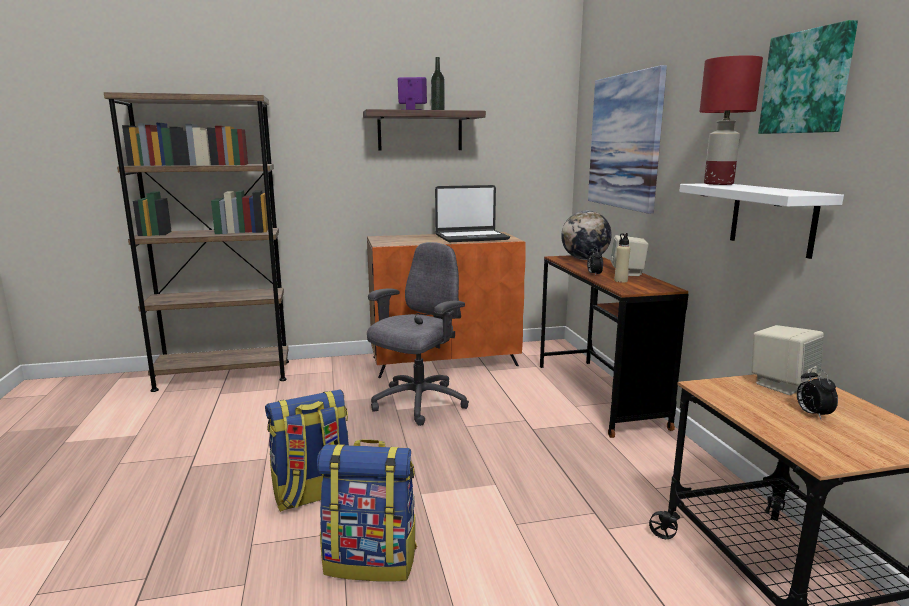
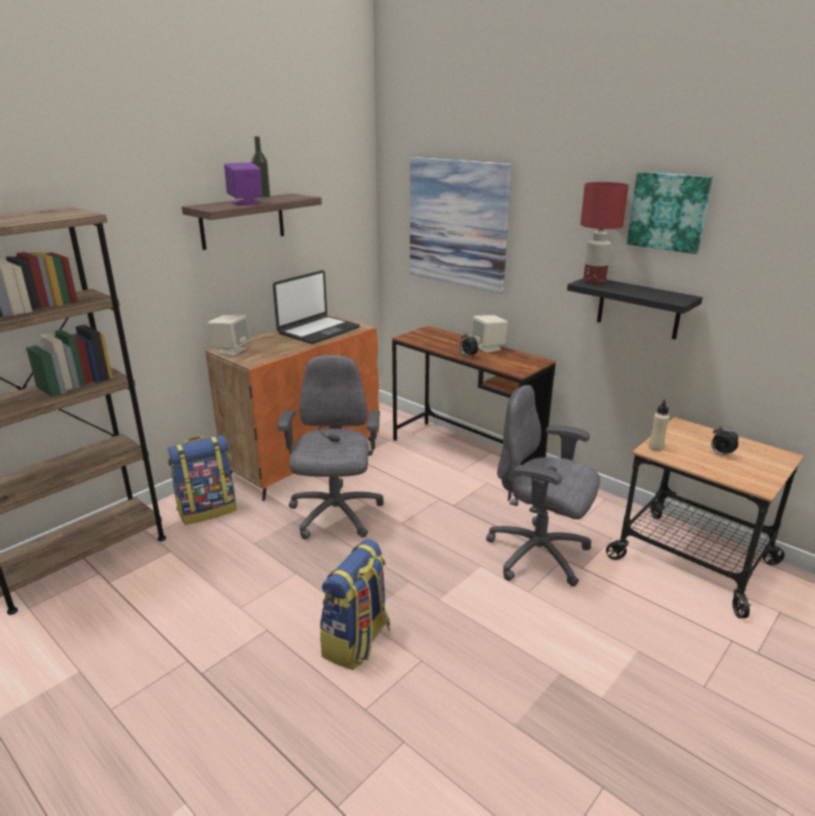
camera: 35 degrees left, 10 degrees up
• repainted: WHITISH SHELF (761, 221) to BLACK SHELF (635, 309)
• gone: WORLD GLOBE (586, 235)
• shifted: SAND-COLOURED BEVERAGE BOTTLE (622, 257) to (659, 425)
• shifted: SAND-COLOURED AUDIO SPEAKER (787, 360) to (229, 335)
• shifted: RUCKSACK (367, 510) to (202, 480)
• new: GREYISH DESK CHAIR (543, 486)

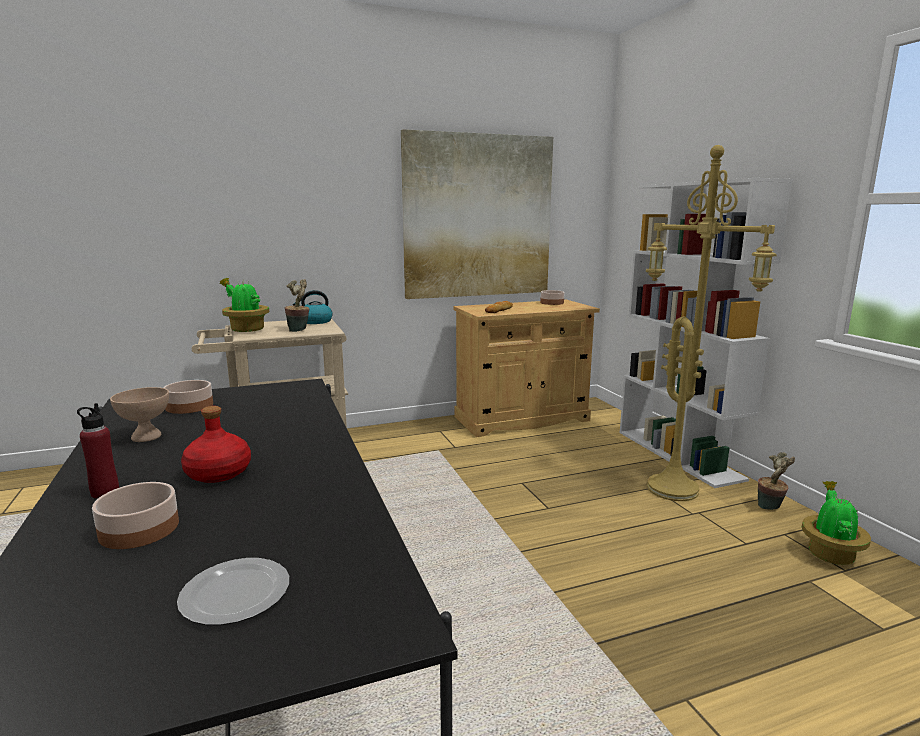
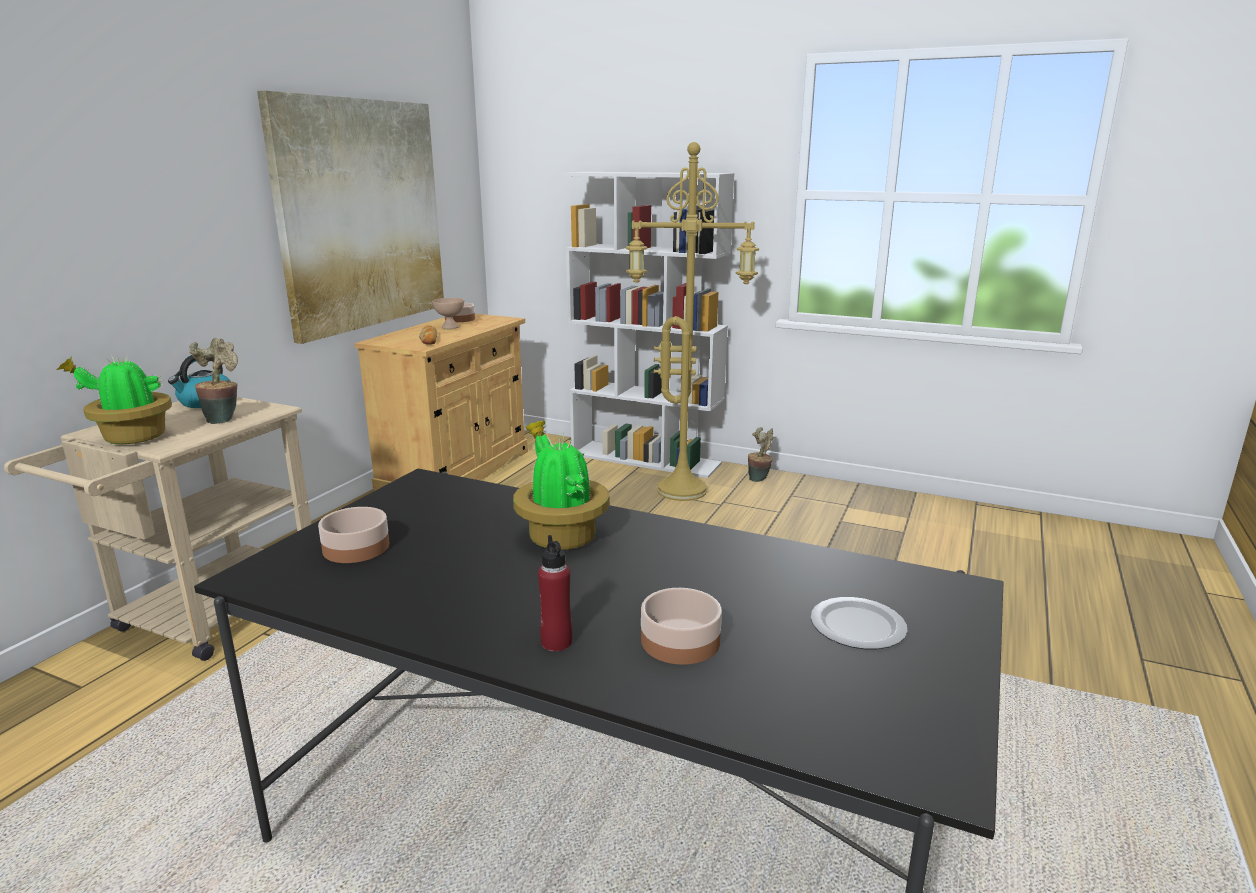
camera: 45 degrees left, 5 degrees up
• shifted: SAND-COLOURED BOWL (139, 414) to (448, 313)
• gone: RED BEVERAGE BOTTLE (216, 444)
• shifted: HOUSEPLANT (836, 523) to (561, 485)

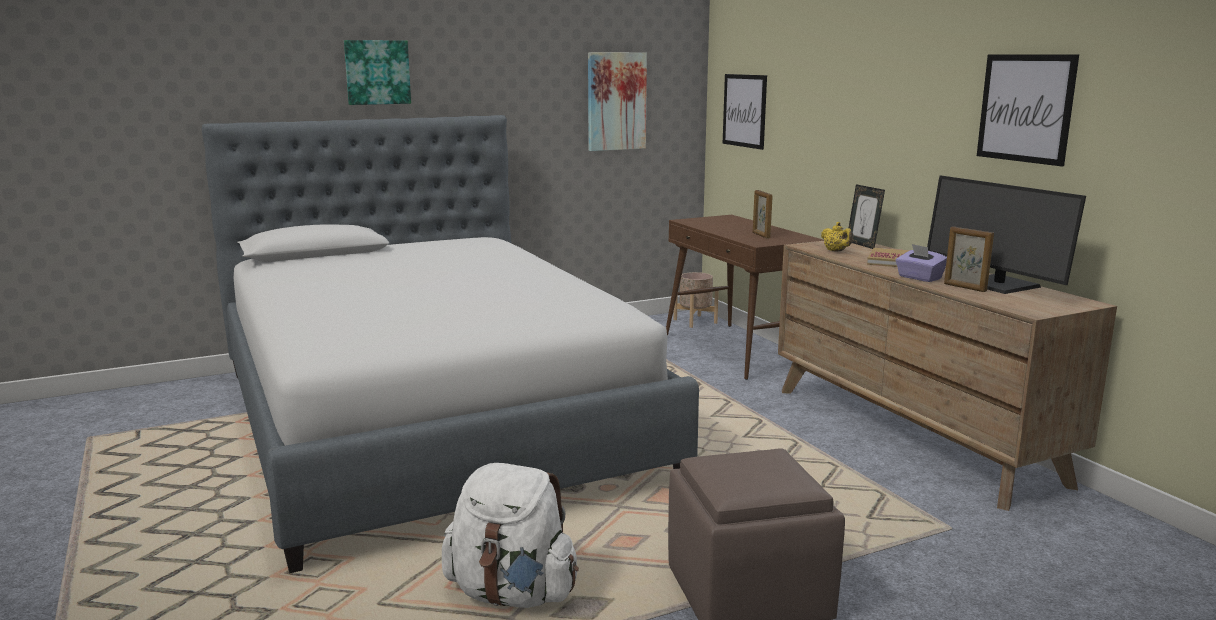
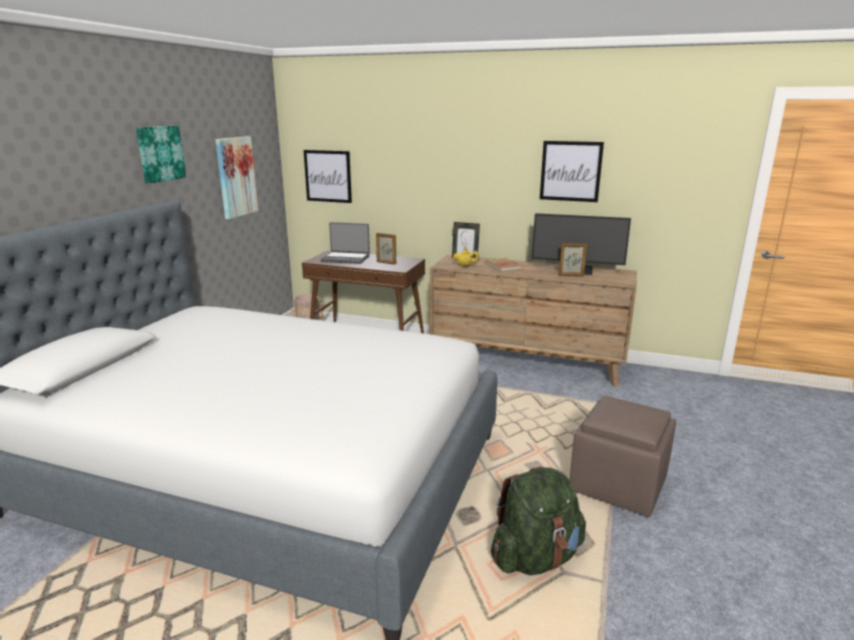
camera: 45 degrees left, 5 degrees up
• shifted: PICTURE (377, 72) to (161, 155)
• gone: PURPLE-COLOURED BOX OF TISSUES (921, 263)
• repainted: WHITISH RUCKSACK (510, 535) to GREEN-COLOURED RUCKSACK (538, 521)
• new: PORTABLE COMPUTER (345, 243)

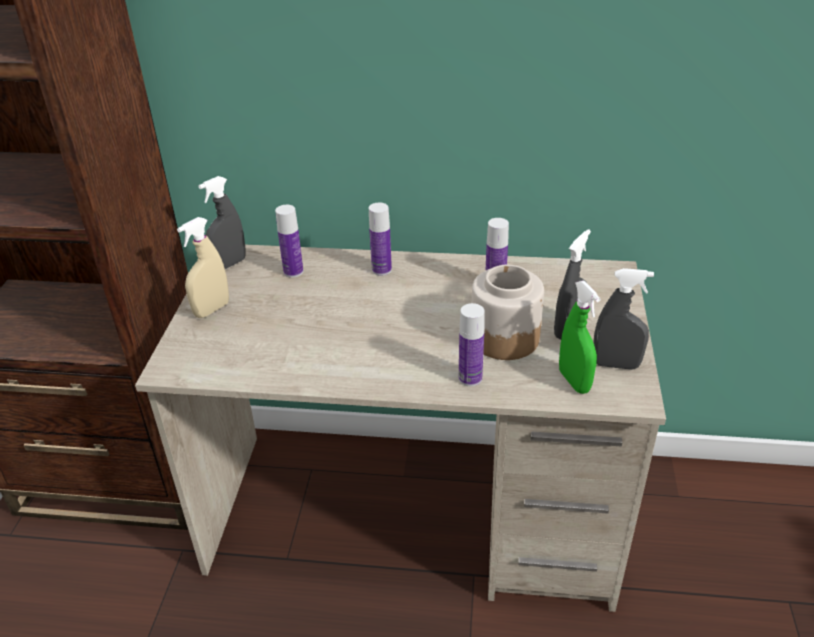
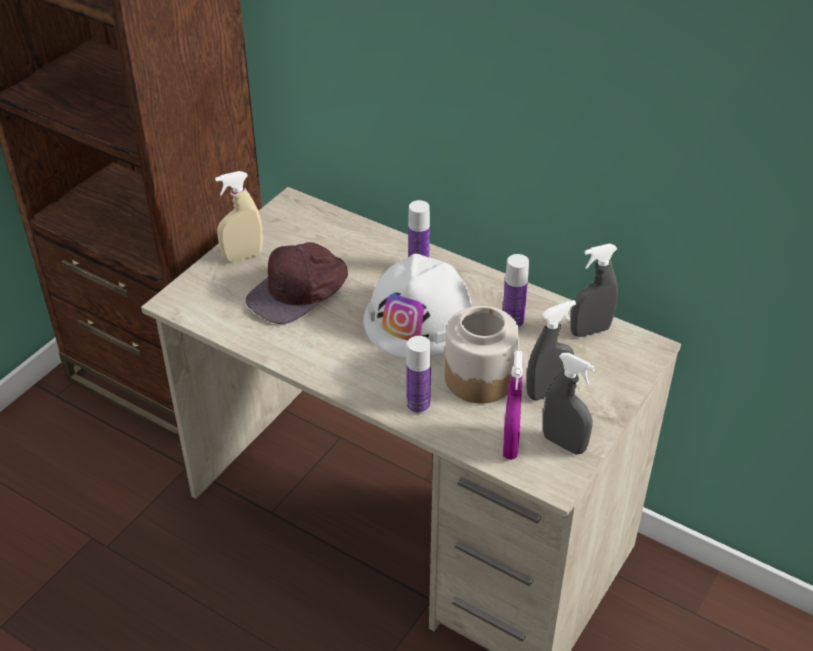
camera: 25 degrees right, 5 degrees up
• shifted: GREYISH SPRAYER (222, 222) to (594, 290)
• gone: BEVERAGE BOTTLE (289, 241)
• repainted: GREEN-COLOURED SPRAYER (580, 337) to PURPLE-COLOURED SPRAYER (513, 405)
• new: BROWN-COLOURED CAP (297, 283)
• new: WHITISH SAFETY HELMET (418, 306)

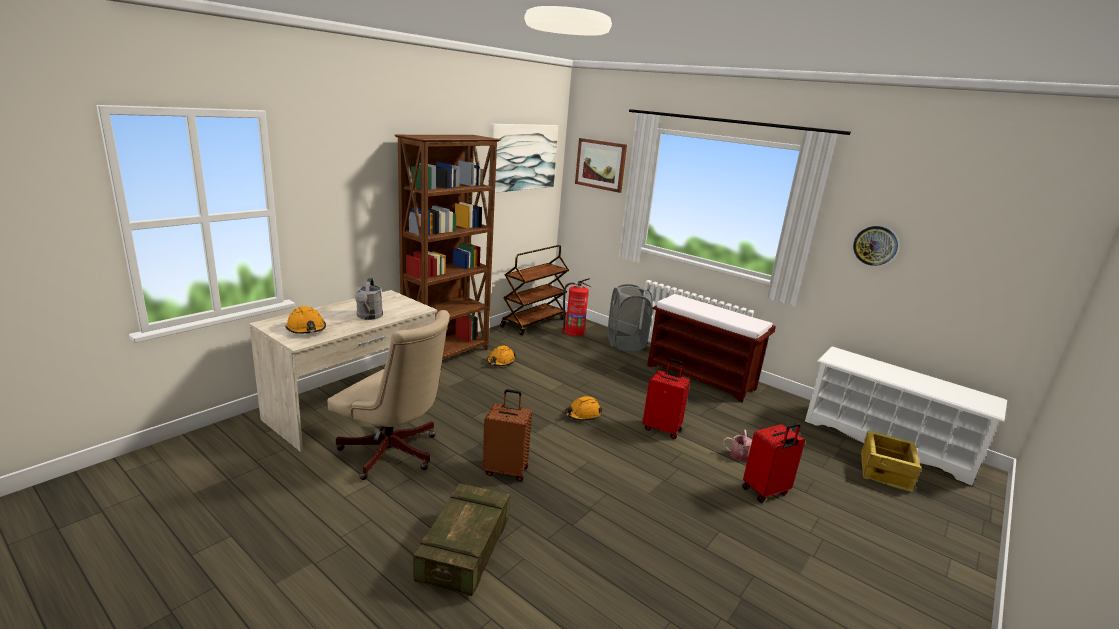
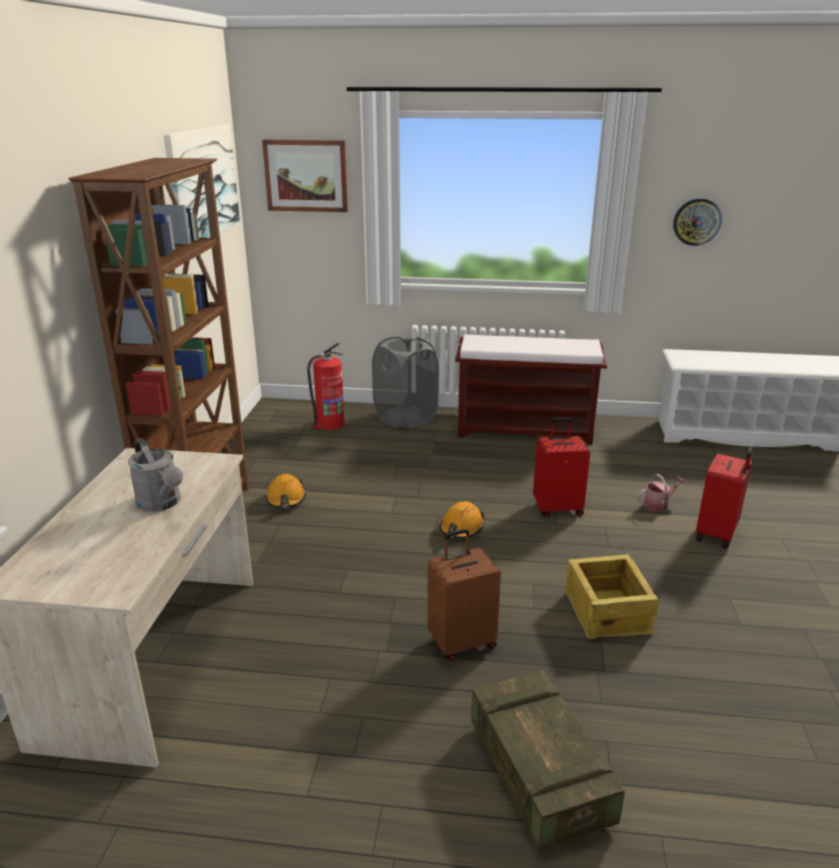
camera: 30 degrees left, 5 degrees up
• gone: BROWN-COLOURED CART (534, 290)
• gone: ORANGEY SAFETY HELMET (305, 320)
• gone: SAND-COLOURED DESK CHAIR (388, 395)
• shifted: PACKING CRATE (891, 461) to (612, 596)

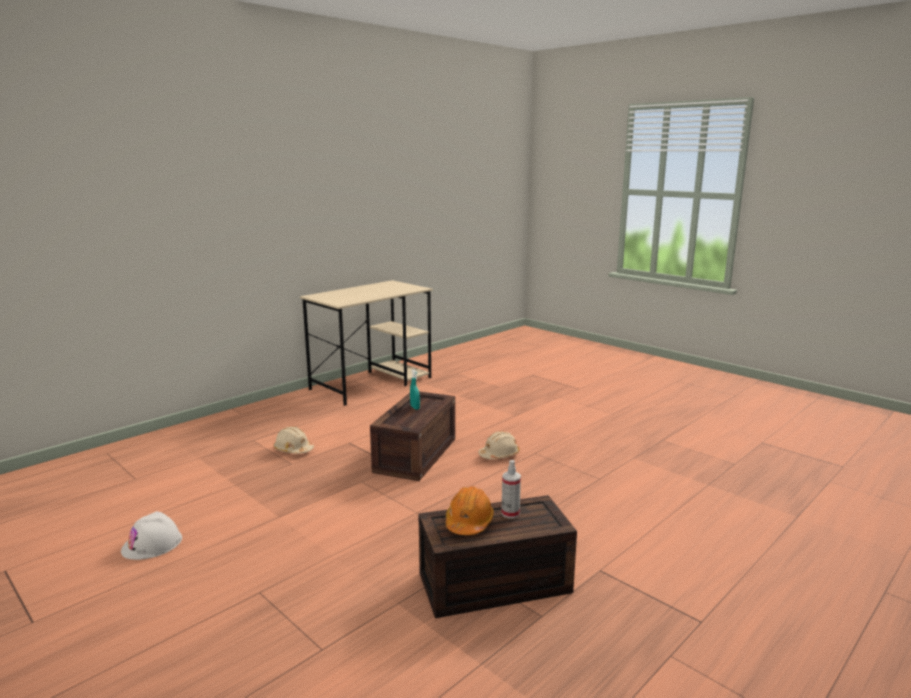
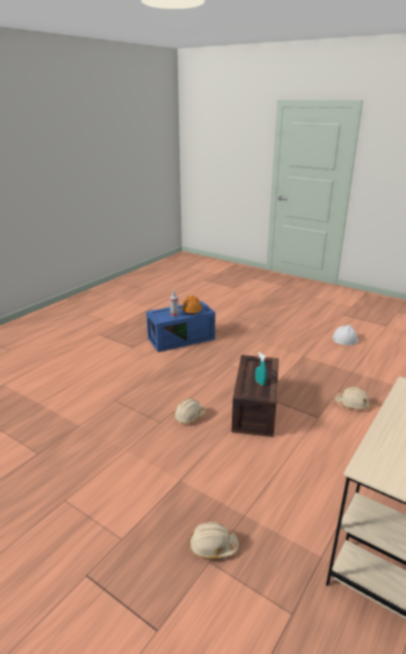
camera: 170 degrees right, 10 degrees up
• repainted: BROWN-COLOURED STORAGE CONTAINER (497, 556) to BLUE STORAGE CONTAINER (180, 326)
• new: SAND-COLOURED SAFETY HELMET (214, 540)

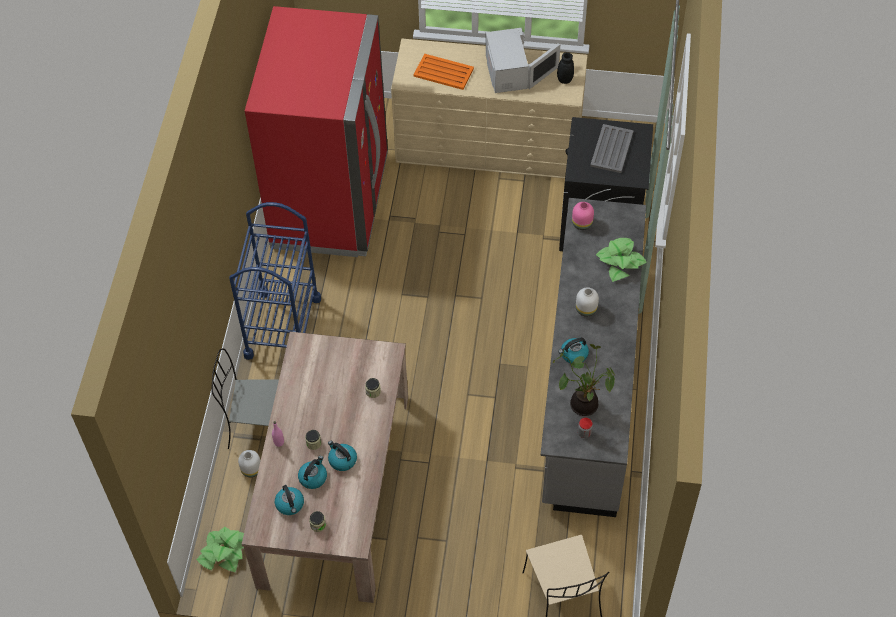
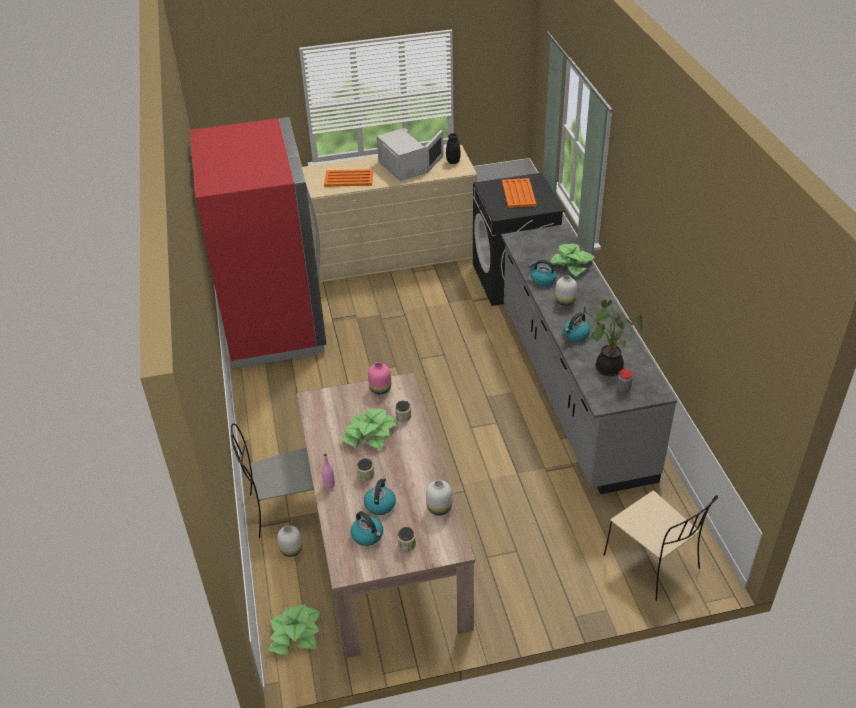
camera: 20 degrees left, 15 degrees down
• repainted: GREYISH CARRYING TRAY (612, 148) to ORANGEY CARRYING TRAY (519, 193)
• gone: BLUE CART (275, 281)
• shifted: PINK-COLOURED FLOWER VASE (583, 216) to (379, 378)
• shifted: KETTLE (342, 455) to (542, 273)
• new: HOUSEPLANT (369, 429)
• new: WHITISH FLOWER VASE (439, 497)

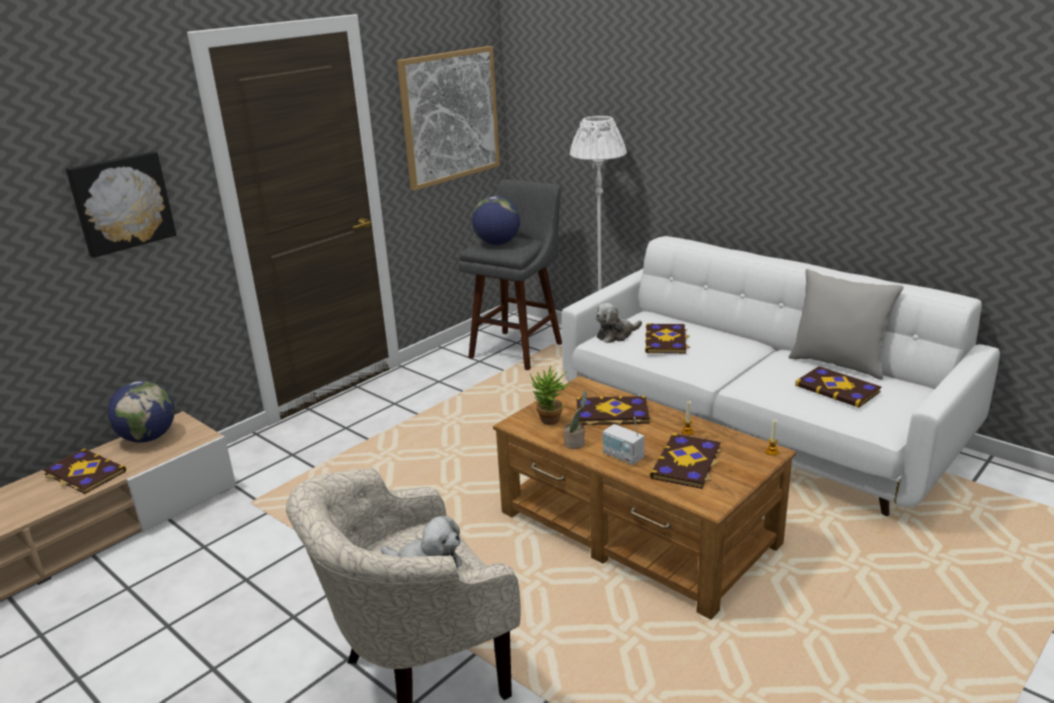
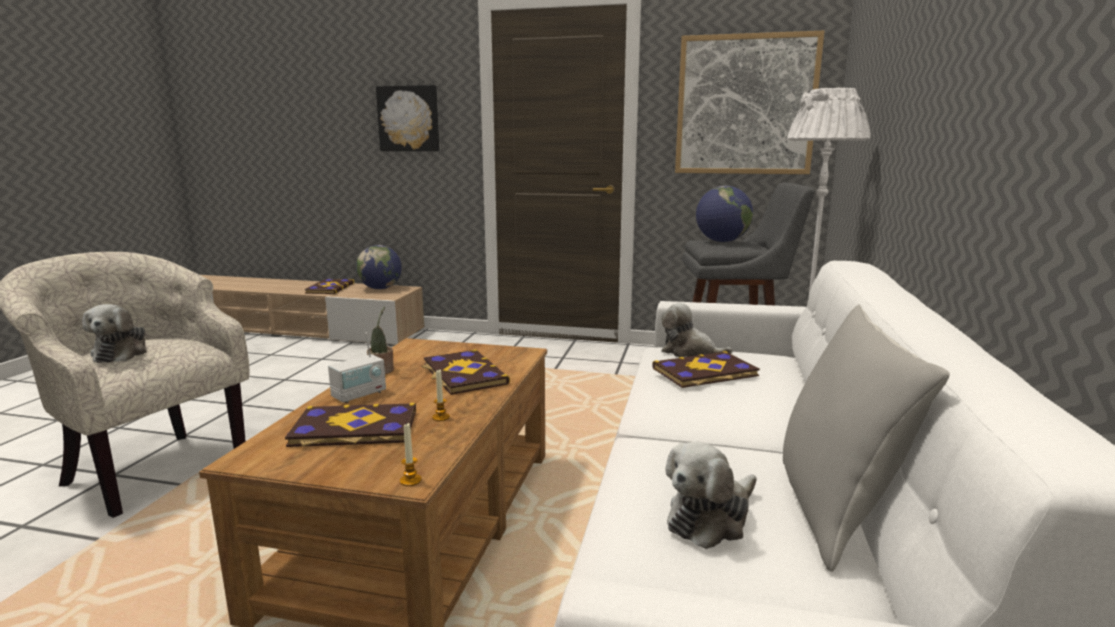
camera: 60 degrees right, 10 degrees down
• gone: HOUSEPLANT (550, 395)
• swapped: VOLUME (838, 387) to SOFT TOY (711, 495)
• rotated: RADIO SET (623, 441) = (357, 368) 150 degrees counterclockwise

